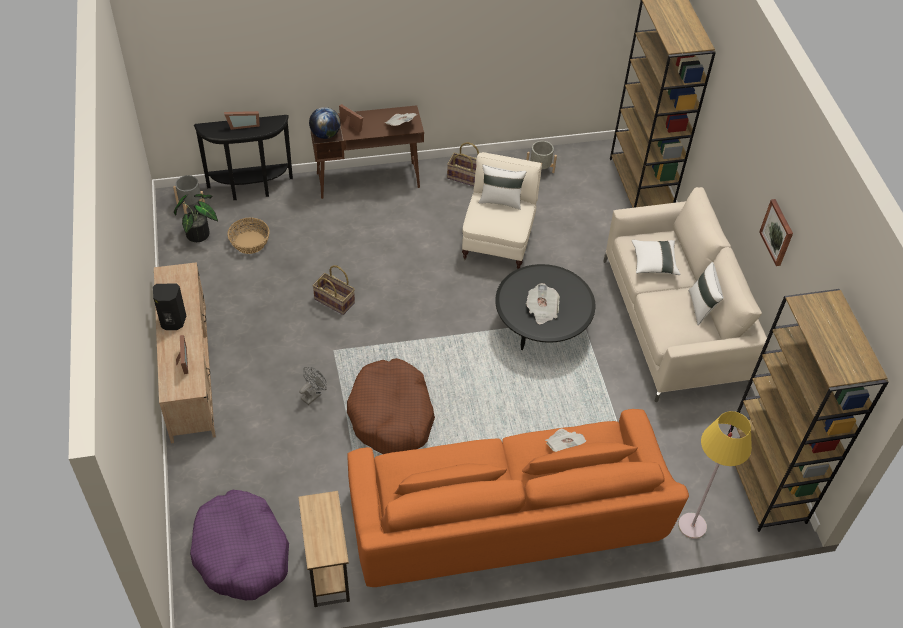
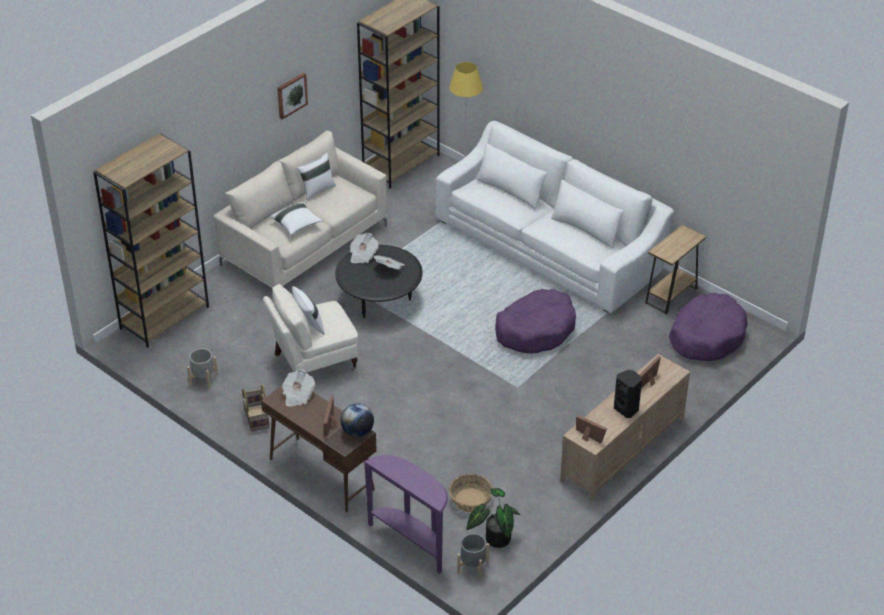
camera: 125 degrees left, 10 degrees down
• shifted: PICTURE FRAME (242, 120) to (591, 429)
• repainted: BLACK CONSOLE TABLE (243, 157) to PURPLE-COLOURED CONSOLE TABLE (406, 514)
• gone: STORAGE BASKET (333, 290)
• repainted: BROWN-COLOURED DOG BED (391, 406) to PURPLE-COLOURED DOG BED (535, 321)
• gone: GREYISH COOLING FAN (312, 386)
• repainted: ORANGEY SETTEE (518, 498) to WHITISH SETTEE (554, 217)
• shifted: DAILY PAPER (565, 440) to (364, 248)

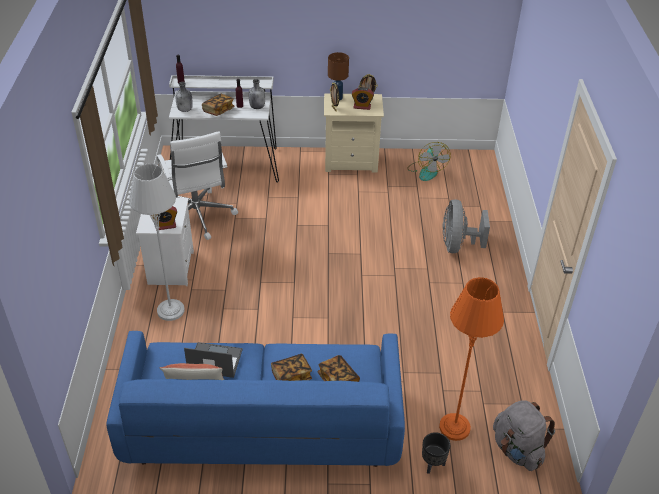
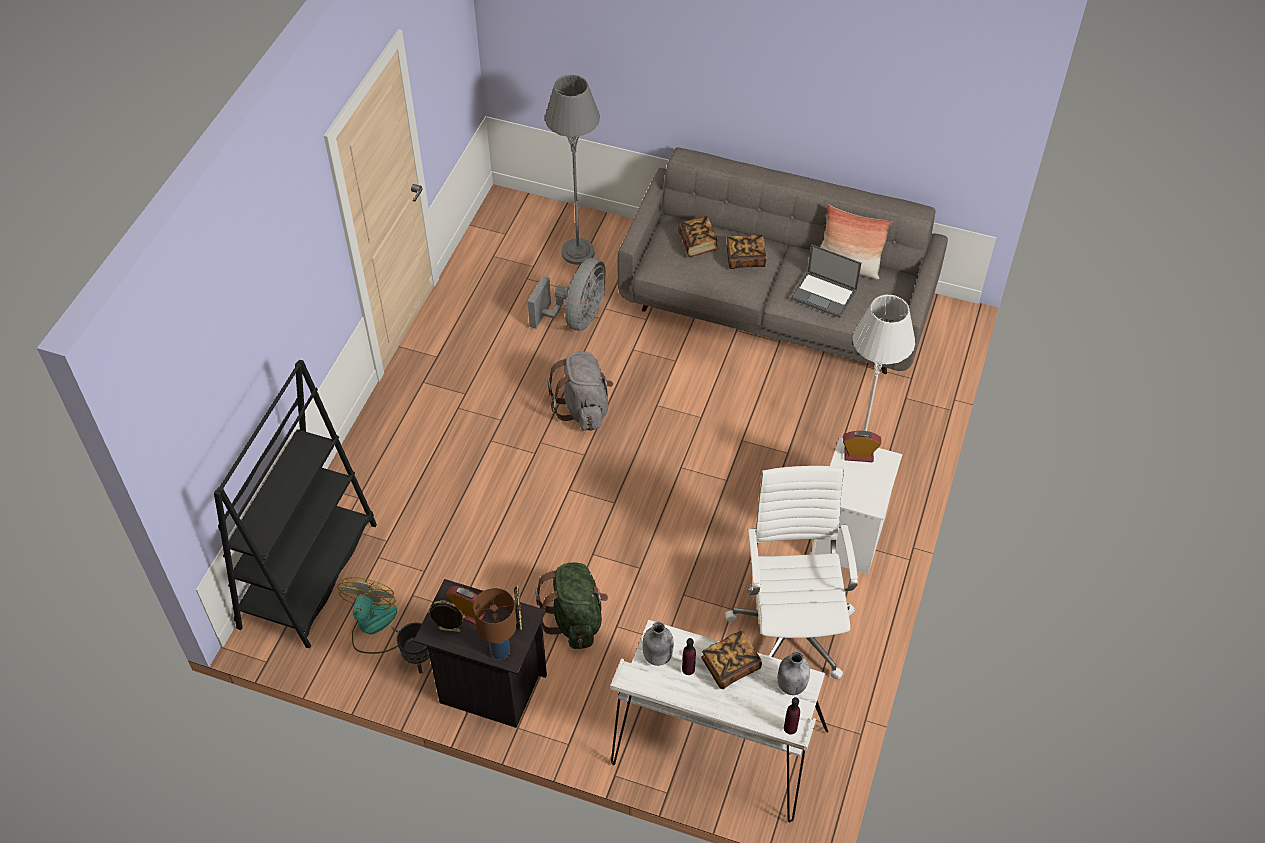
camera: 160 degrees left, 10 degrees up
• repainted: SAND-COLOURED NIGHTSTAND (354, 133) to BLACK NIGHTSTAND (480, 653)
• shifted: GREYISH COOLING FAN (466, 226) to (567, 294)
• repainted: ORANGEY STANDING LAMP (471, 359) to GREYISH STANDING LAMP (572, 170)
• repainted: BLUE SETTEE (255, 399) to GREYISH SETTEE (783, 261)
• shifted: GREYISH RUCKSACK (524, 435) to (580, 391)
• shifted: BLACK PLANTER (436, 453) to (413, 648)
• new: BLACK BOOKSHELF (295, 504)
• new: GREEN-COLOURED RUCKSACK (571, 605)

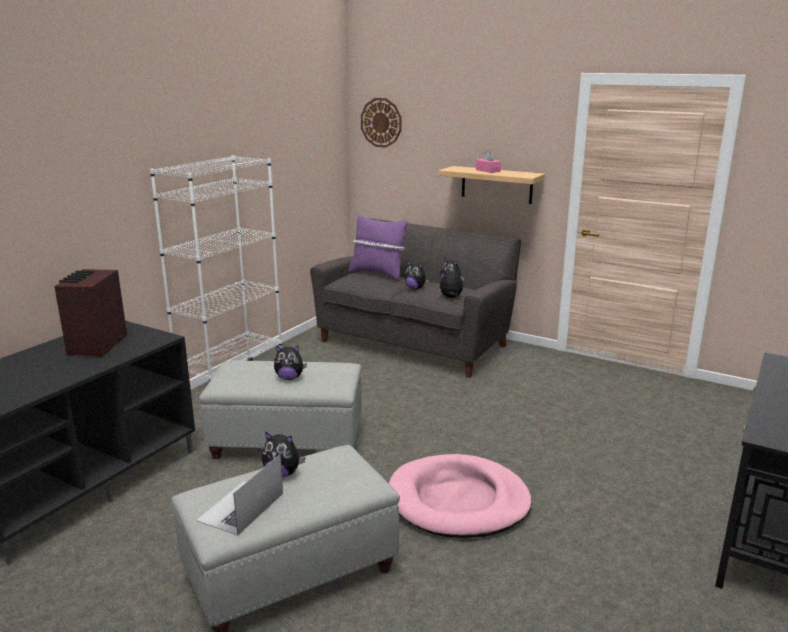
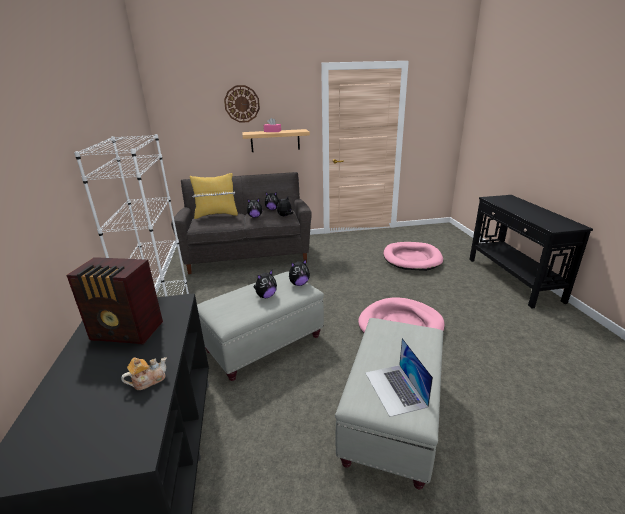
camera: 40 degrees left, 5 degrees up
• shifted: HANGING CLOCK (381, 123) to (242, 104)
• repainted: PURPLE-COLOURED CUSHION (378, 247) to YELLOW-COLOURED CUSHION (214, 196)
• rotated: RADIO SET (90, 313) = (115, 301) 45 degrees counterclockwise
• shifted: SOFT TOY (284, 454) to (299, 273)
• new: PINK-COLOURED DOG BED (413, 256)
• new: POT FOR TEA (144, 373)

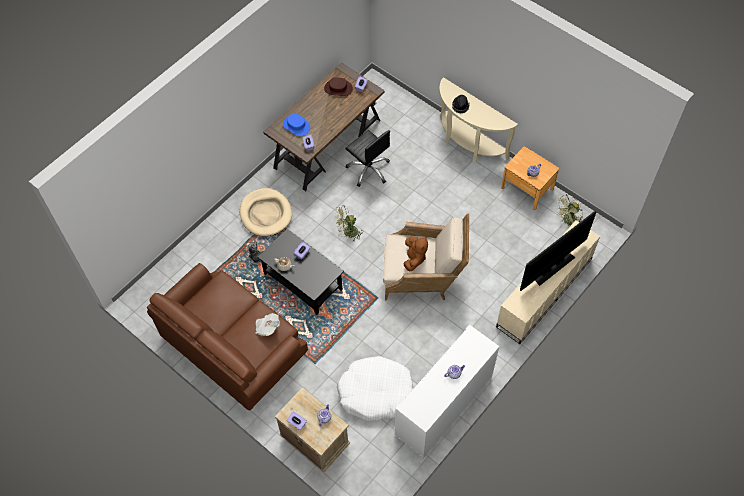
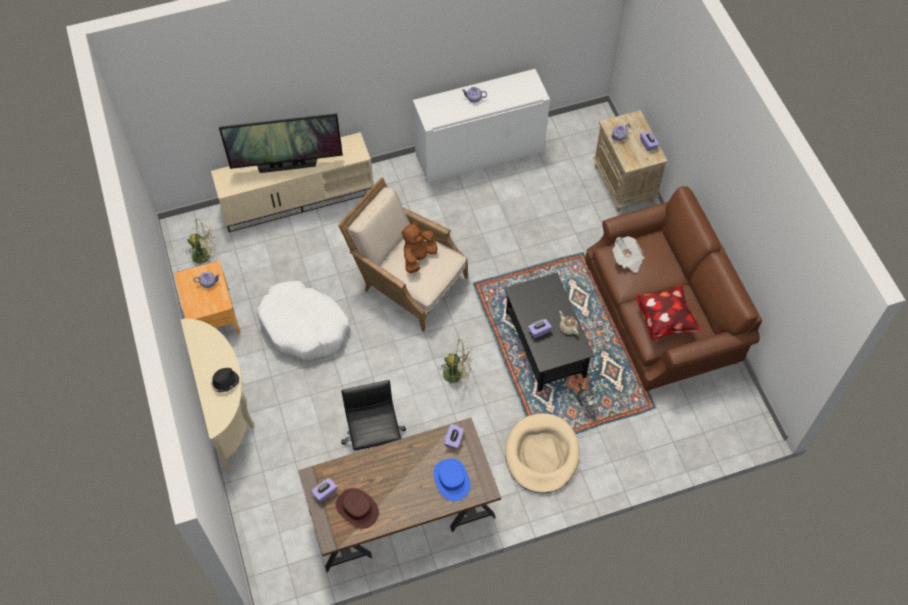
camera: 150 degrees left, 0 degrees up
• shifted: WHITISH DOG BED (375, 388) to (303, 320)
• new: CUSHION (669, 312)

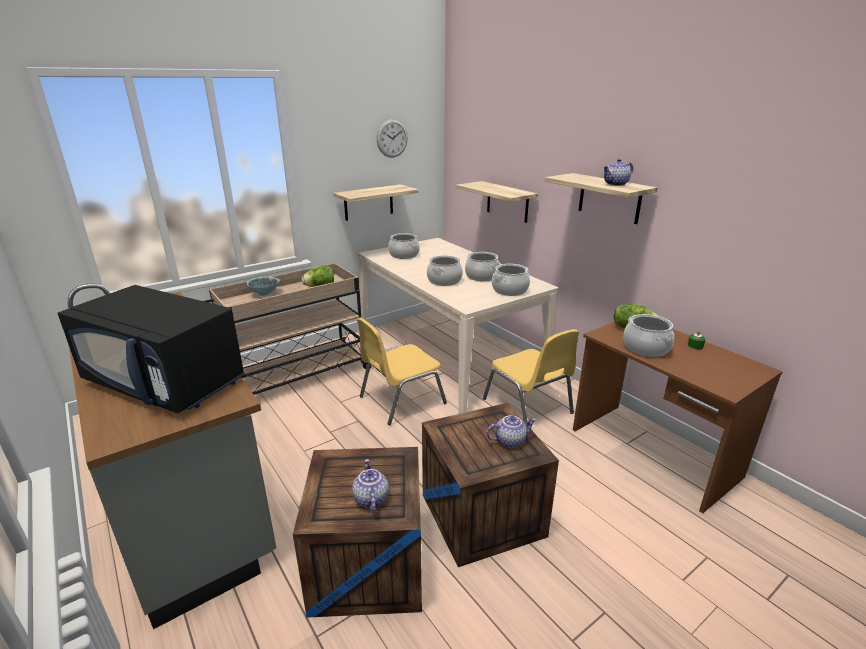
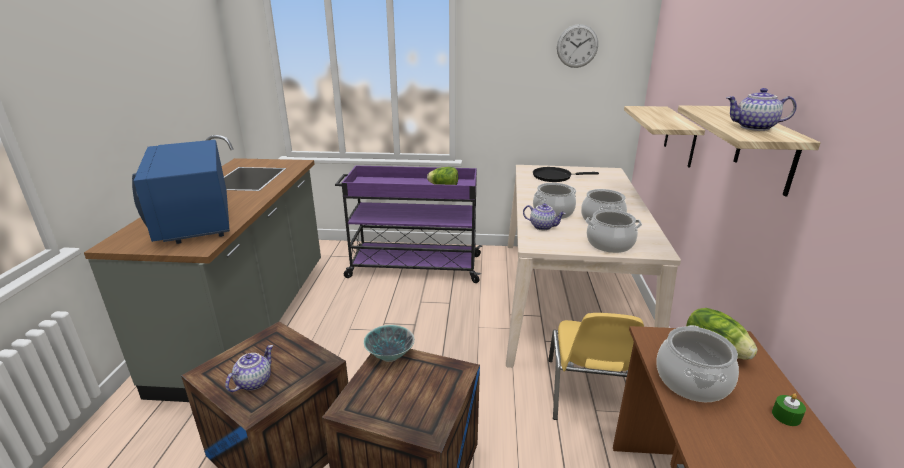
camera: 40 degrees right, 0 degrees up
• gone: SHELF (375, 202)
• swapped: COOKING POT (404, 246) to BLACK SKILLET (566, 174)
• repainted: SAND-COLOURED CART (288, 329) to PURPLE-COLOURED CART (408, 224)
• shifted: BOWL (263, 286) to (389, 343)
• repainted: BLACK KITCHEN MICROWAVE (151, 349) to BLUE KITCHEN MICROWAVE (181, 192)
• gone: YELLOW-COLOURED UPRIGHT CHAIR (402, 371)
• shifted: POT FOR TEA (511, 431) to (544, 216)

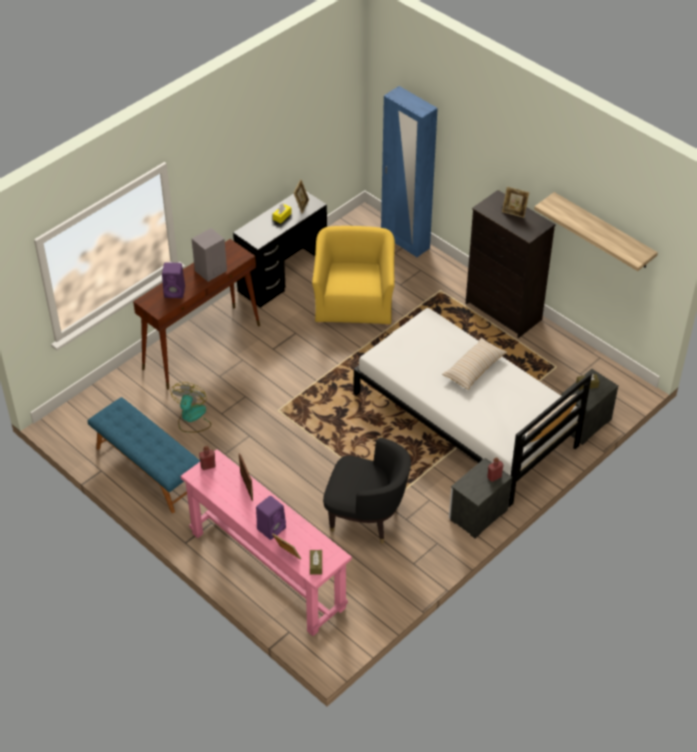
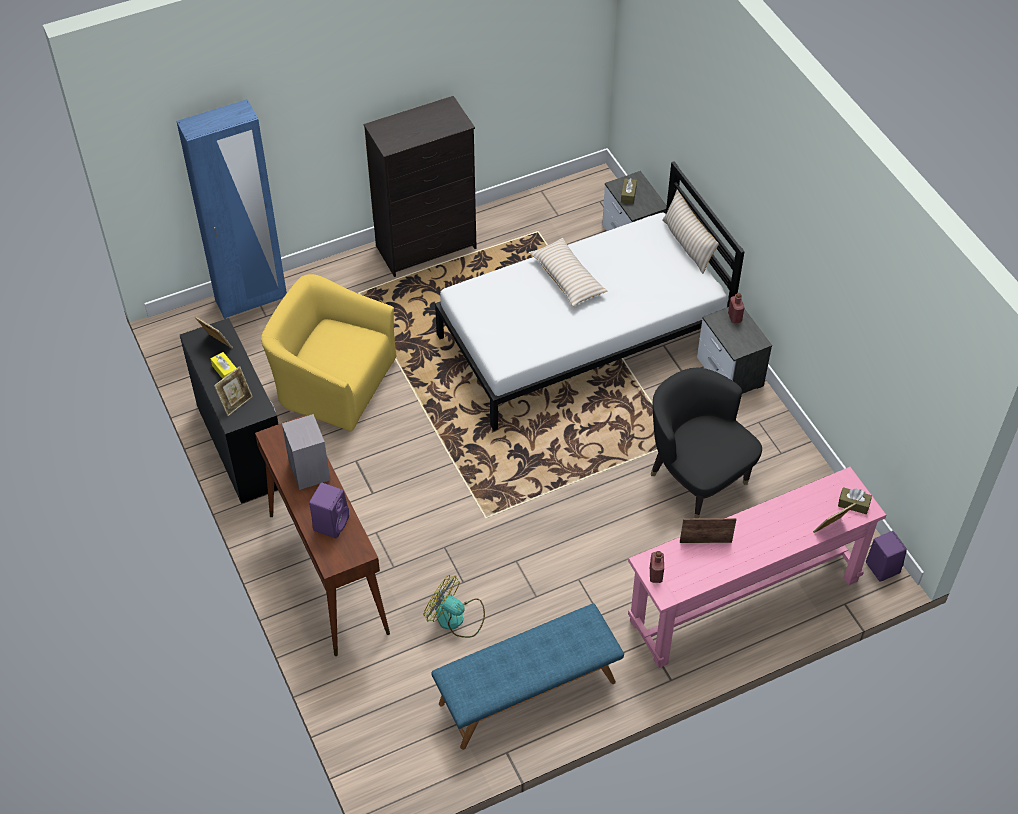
camera: 70 degrees left, 5 degrees up
• shifted: PICTURE FRAME (515, 202) to (233, 391)
• gone: SHELF (596, 231)
• rotated: BLACK EASY CHAIR (367, 491) = (706, 443) 75 degrees counterclockwise
• shifted: PURPLE-COLOURED AUDIO SPEAKER (271, 518) to (886, 556)

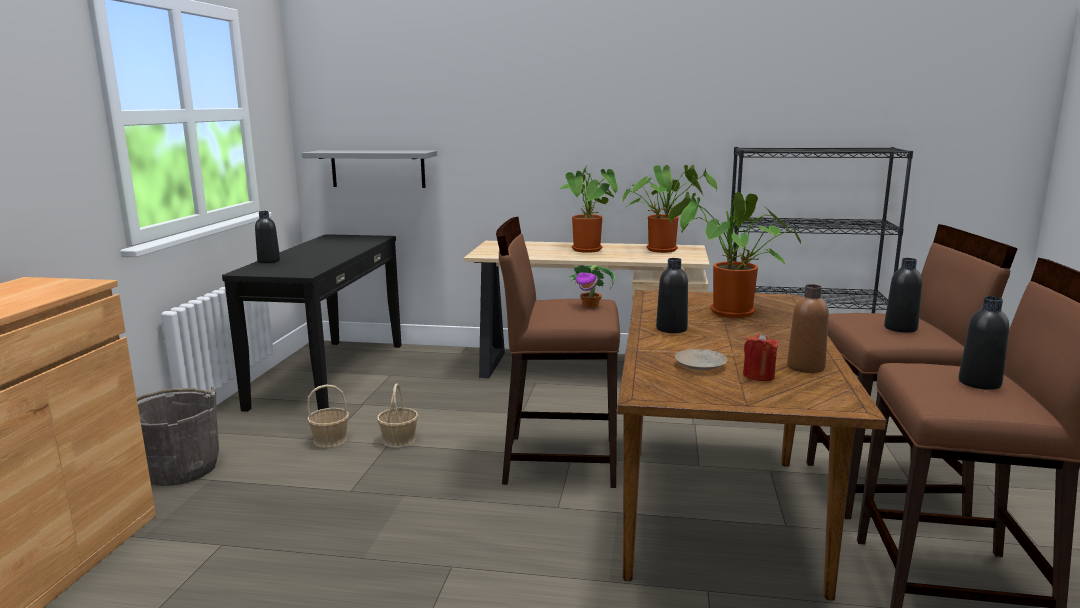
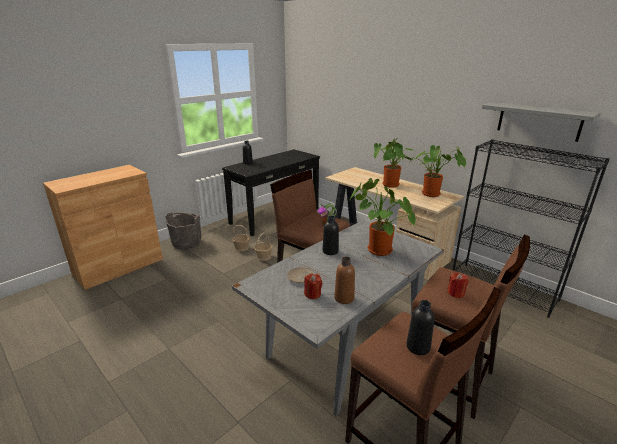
camera: 35 degrees right, 10 degrees up
• shifted: GREYISH SHELF (369, 169) to (541, 122)
• swapped: BLACK BEVERAGE BOTTLE (903, 295) to RED WAX LIGHT (458, 285)
• repainted: BROWN-COLOURED KITCHEN TABLE (752, 445) to GREYISH KITCHEN TABLE (338, 317)

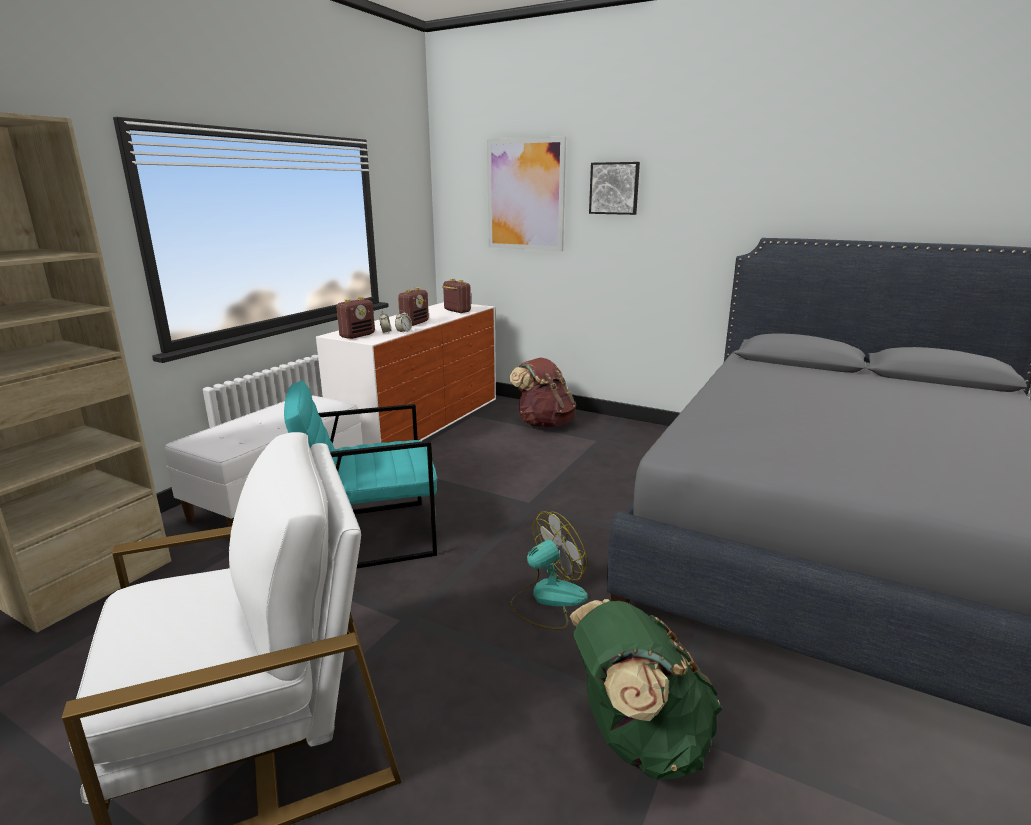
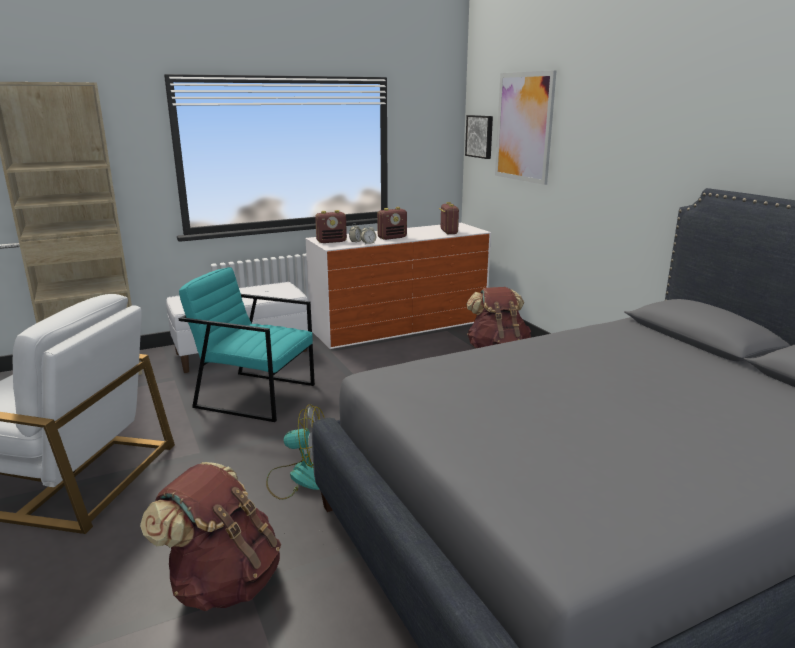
camera: 35 degrees right, 0 degrees up
• shifted: PICTURE (614, 188) to (479, 137)
• repainted: GREEN-COLOURED RUCKSACK (646, 689) to BROWN-COLOURED RUCKSACK (210, 536)

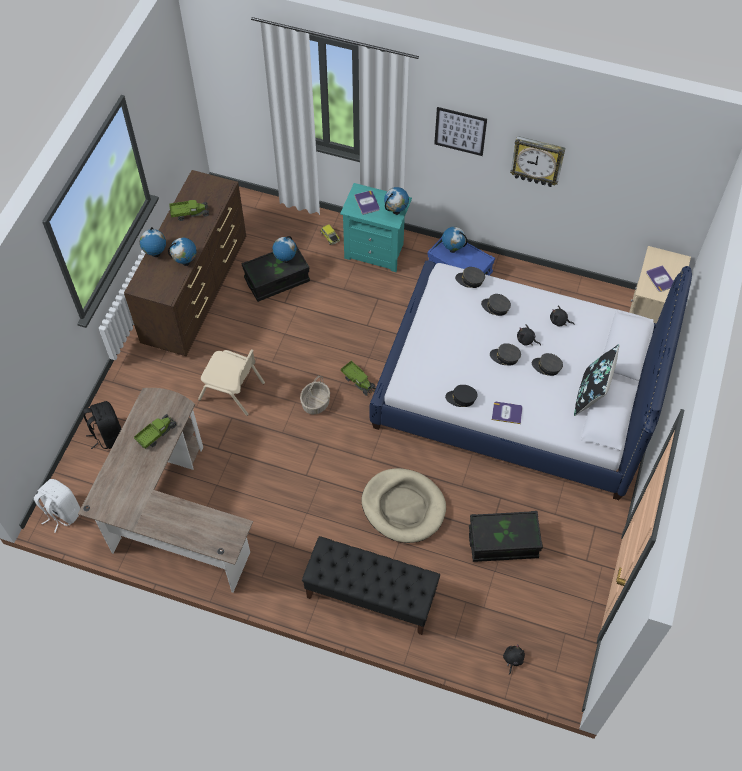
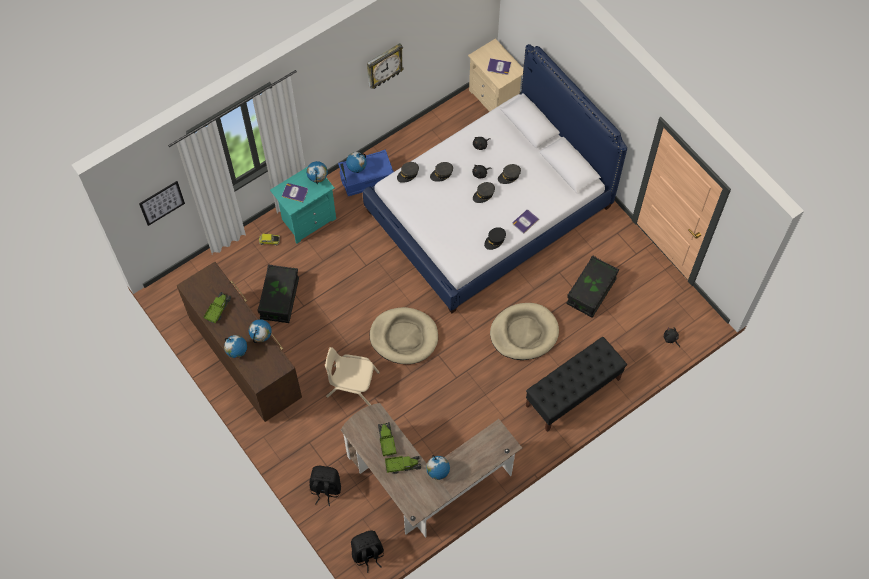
camera: 55 degrees left, 5 degrees up
• shifted: PICTURE (460, 131) to (162, 203)
• shifted: WORLD GLOBE (284, 249) to (438, 467)
• gone: BLACK CUSHION (596, 380)
• rotated: SAND-COLOURED UPRIGHT CHAIR (231, 382) = (352, 376) 135 degrees counterclockwise
• shifted: MODEL TRUCK (358, 378) to (403, 465)
• swapped: STORAGE BASKET (315, 395) to SAND-COLOURED DOG BED (404, 335)
• repainted: WHITISH RUCKSACK (57, 506) to BLACK RUCKSACK (367, 552)

